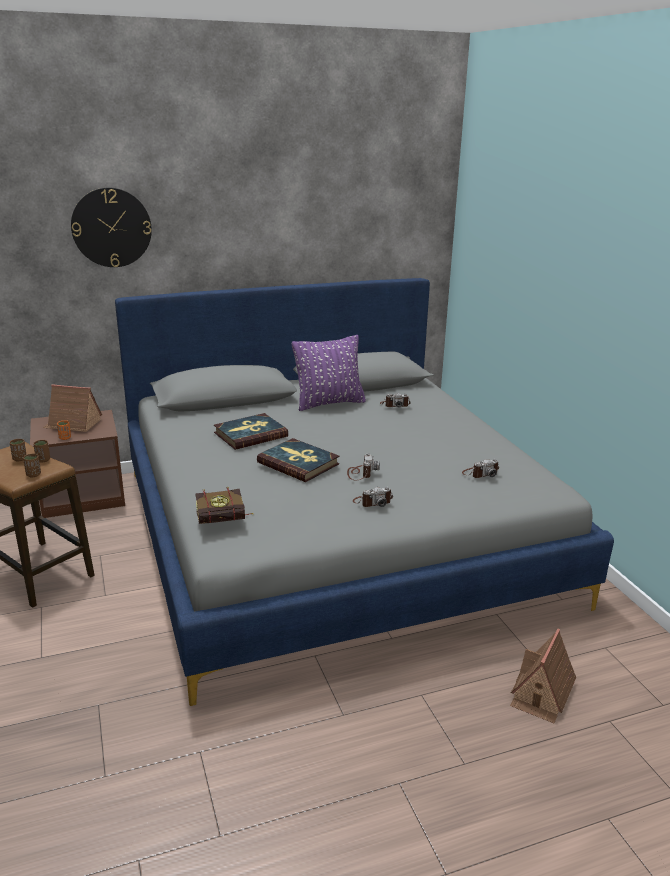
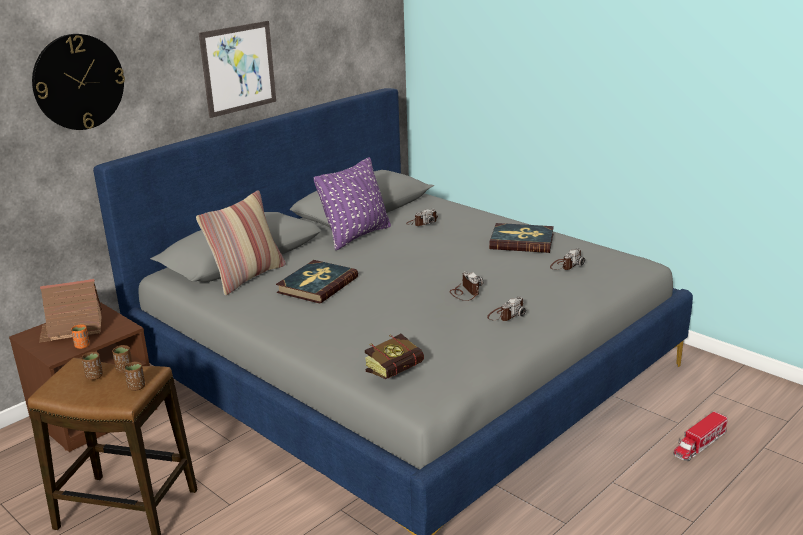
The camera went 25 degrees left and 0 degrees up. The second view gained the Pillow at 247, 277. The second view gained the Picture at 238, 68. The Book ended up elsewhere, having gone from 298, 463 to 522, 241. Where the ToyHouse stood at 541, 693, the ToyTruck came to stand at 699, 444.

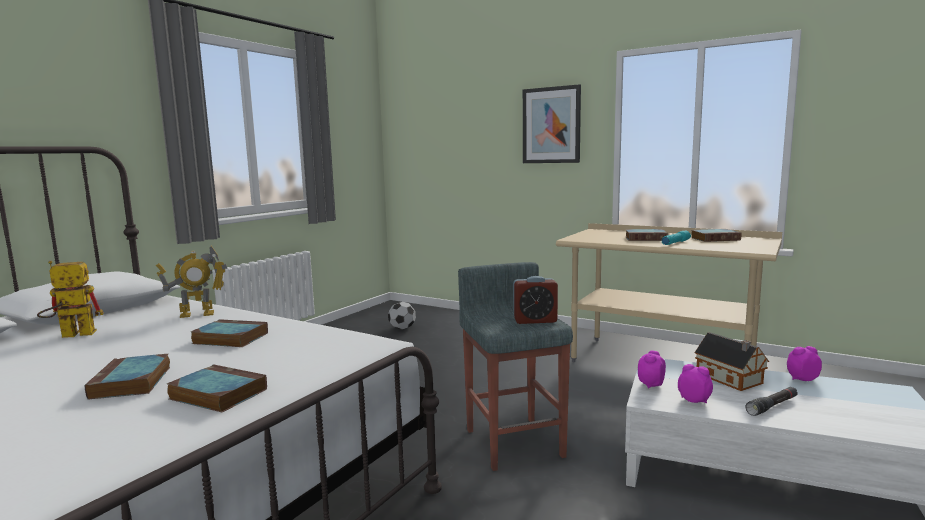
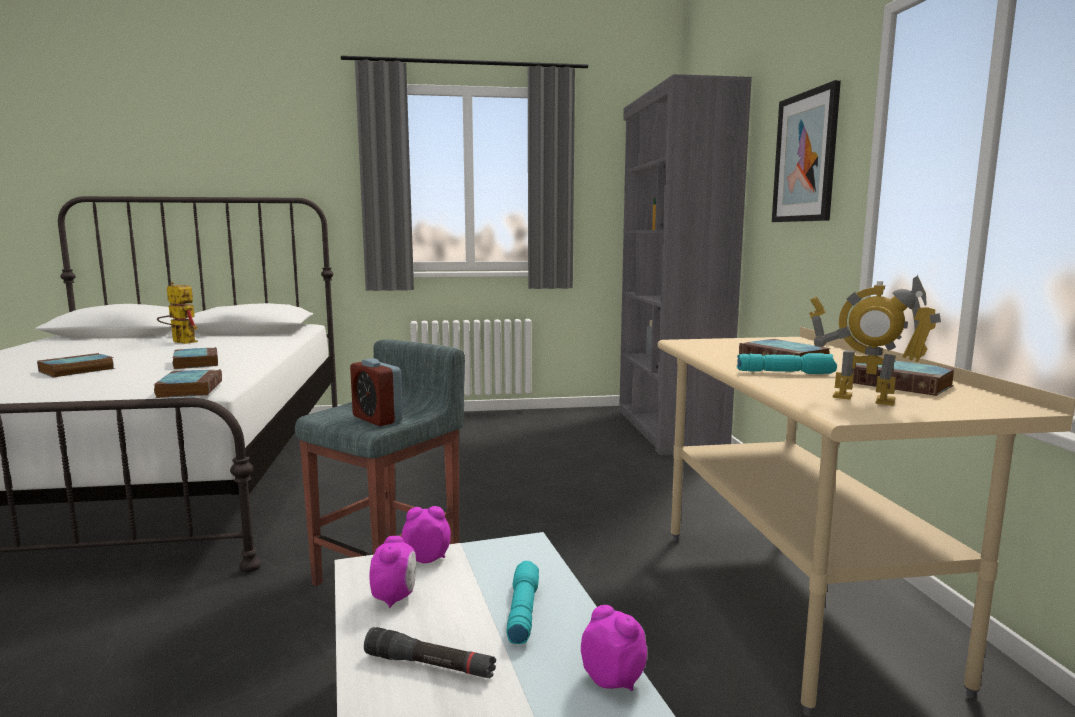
The camera went 50 degrees right and 0 degrees up. The Book ended up elsewhere, having gone from 216, 394 to 190, 389. Where the ToyHouse stood at 730, 379, the TurquoiseFlashlight came to stand at 522, 611. The second view gained the GreyBookcase at 668, 429. The ToyRobot ended up elsewhere, having gone from 197, 314 to 864, 398. The second view lost the Football at 402, 328.

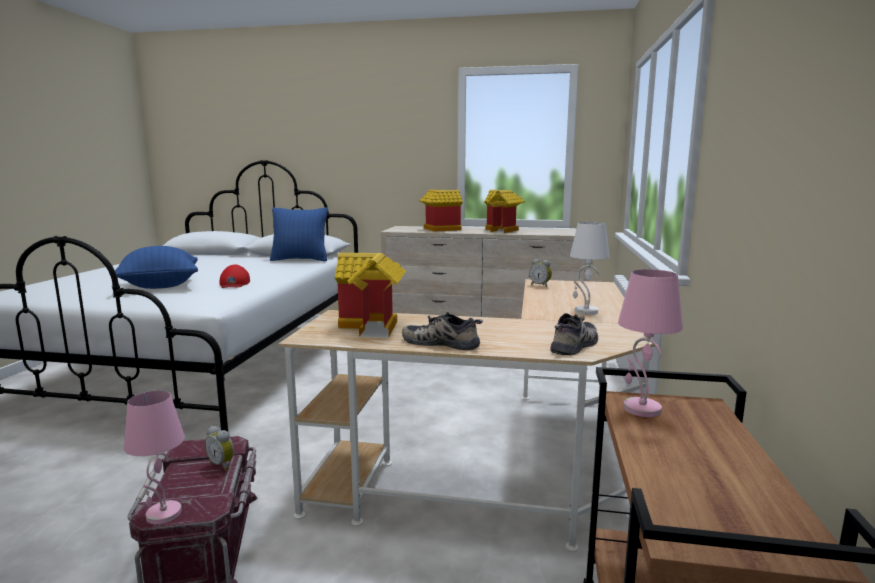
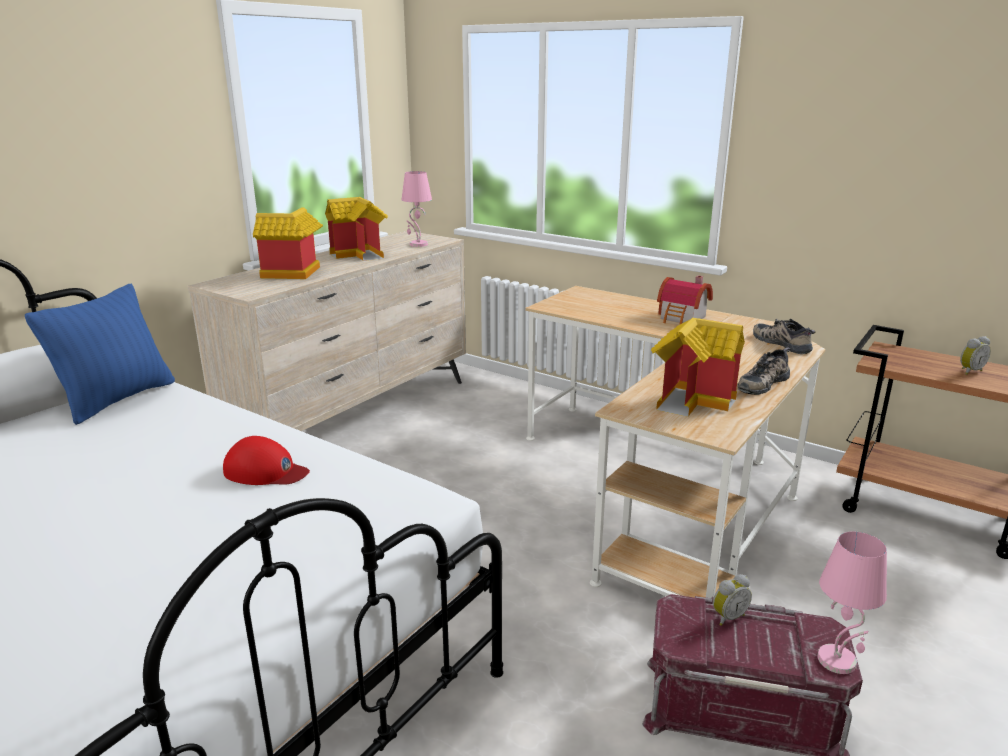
The camera went 65 degrees left and 10 degrees up. The PinkTableLamp ended up elsewhere, having gone from 640, 409 to 418, 244. Where the WhiteTableLamp stood at 585, 311, the ToyHouse came to stand at 683, 318. The AlarmClock ended up elsewhere, having gone from 540, 285 to 969, 371. The second view lost the BluePillow at 160, 286.

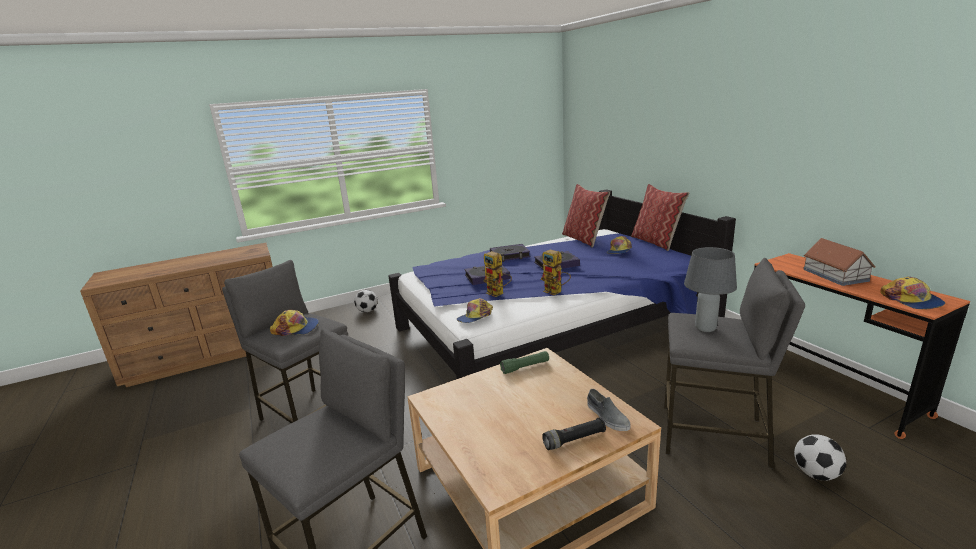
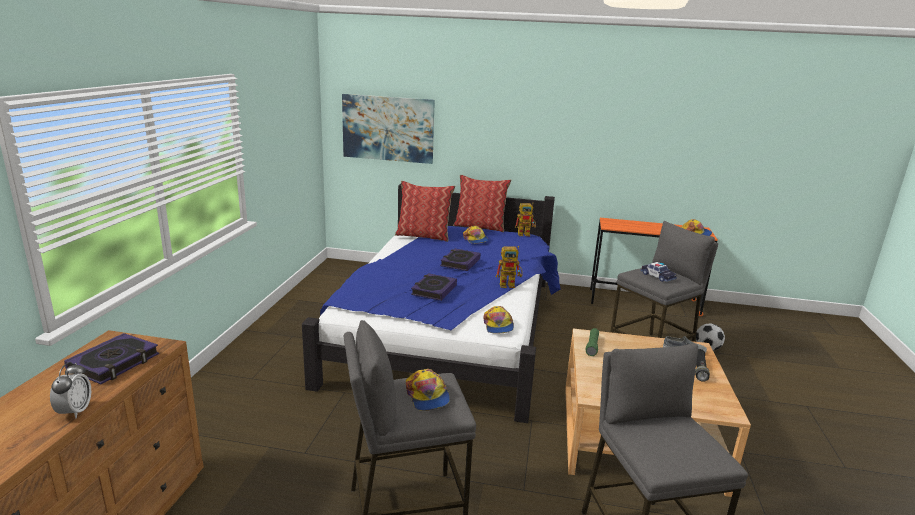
The camera went 55 degrees left and 0 degrees up. The second view gained the AlarmClock at 75, 411. The Book ended up elsewhere, having gone from 509, 256 to 114, 363. The second view gained the Picture at 388, 128. The Cap at 296, 328 ended up facing another way, 120 degrees clockwise from before. The ToyRobot ended up elsewhere, having gone from 498, 294 to 526, 234. Where the GreyTableLamp stood at 706, 328, the ToyCar came to stand at 657, 276. The second view lost the Football at 367, 311. The second view lost the ToyHouse at 835, 275.

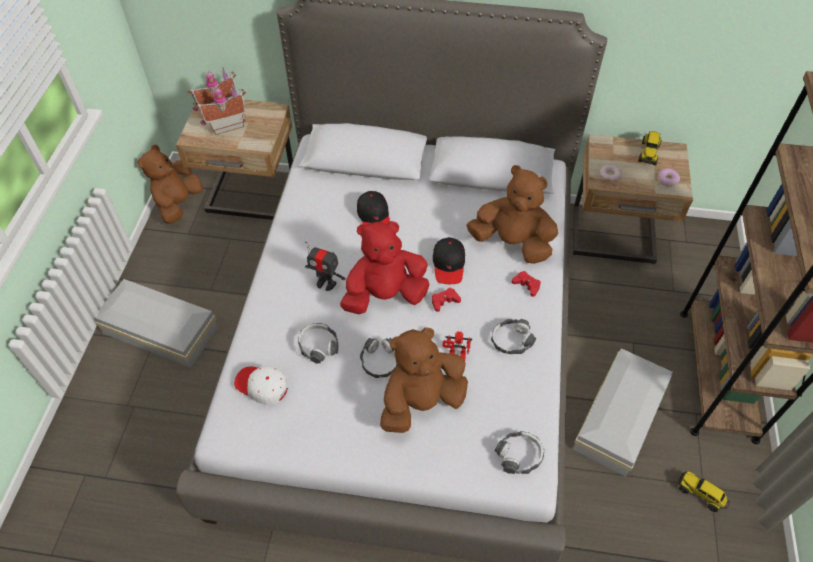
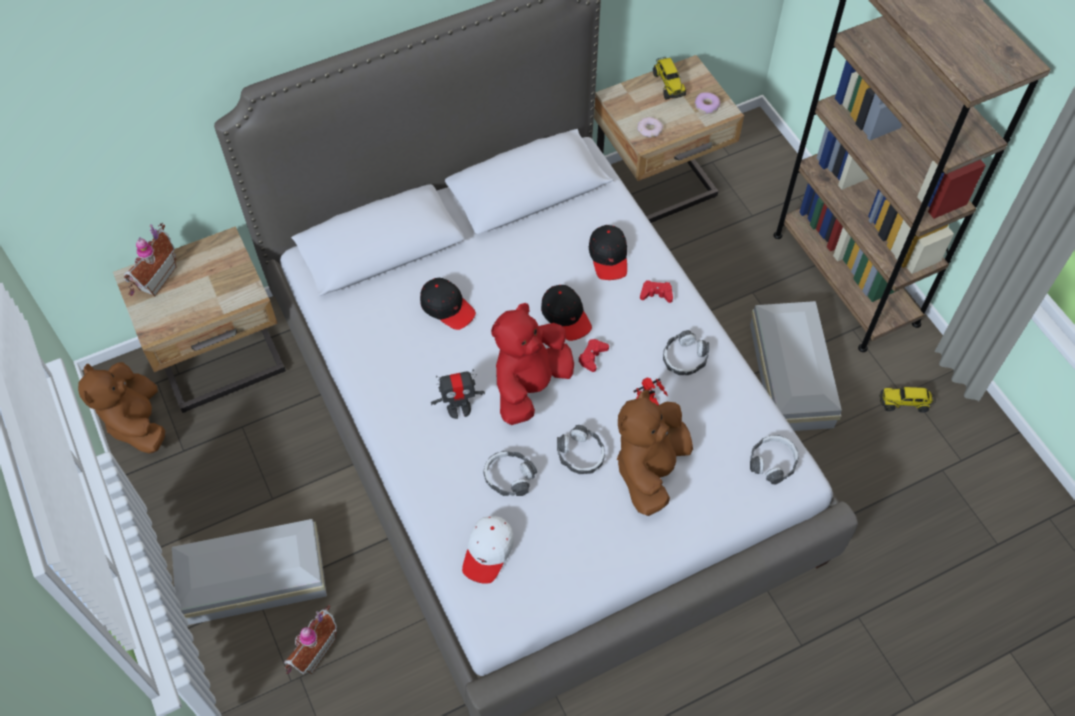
The camera went 35 degrees left and 5 degrees up. The ToyHouse ended up elsewhere, having gone from 226, 125 to 312, 650. The WhiteCap at 262, 386 ended up facing another way, 60 degrees counterclockwise from before. Where the BrownPlushToy stood at 512, 243, the BlackCap came to stand at 609, 257.

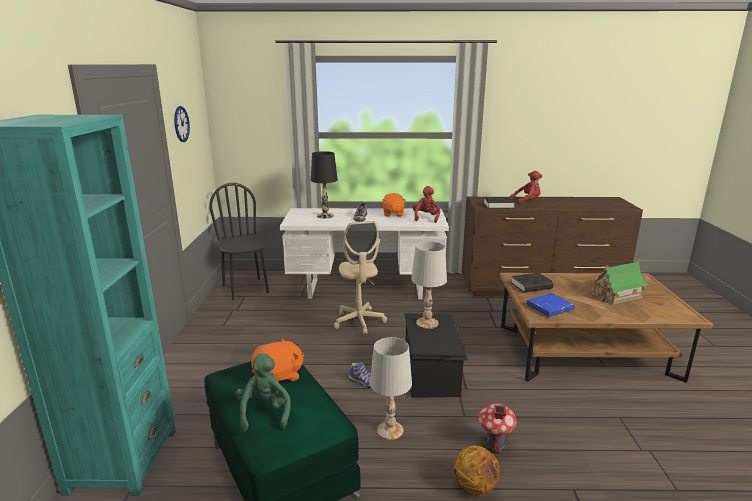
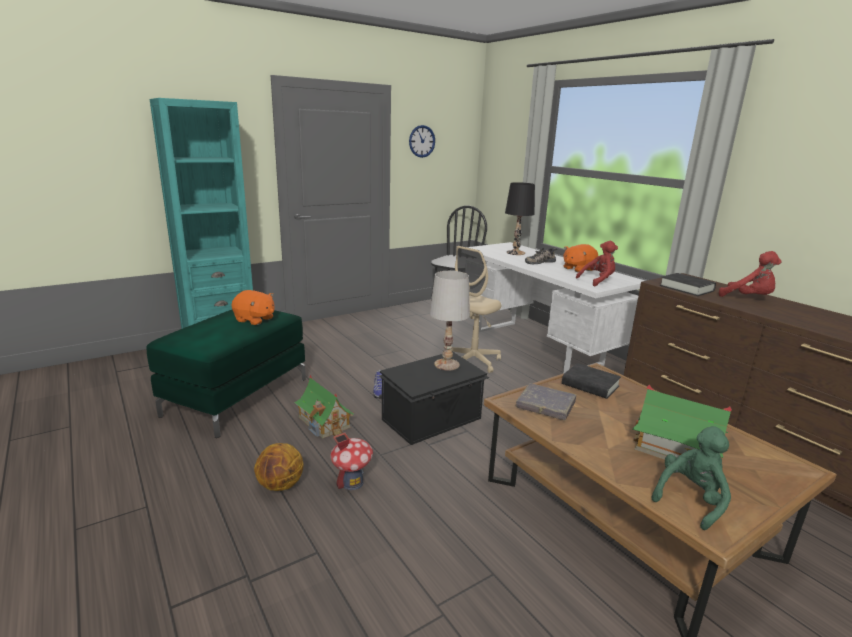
The camera went 55 degrees right and 0 degrees up. Where the WhiteTableLamp stood at 389, 430, the ToyHouse came to stand at 324, 422. What was the BlueBook at 549, 307 turned into the GreyBook at 545, 405. The GreenPlushToy ended up elsewhere, having gone from 264, 413 to 690, 500.

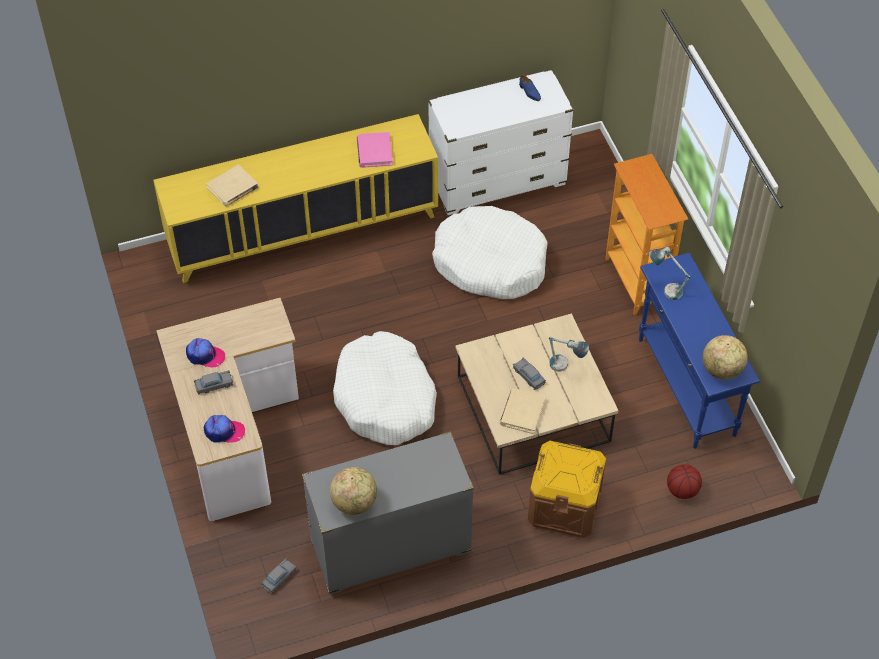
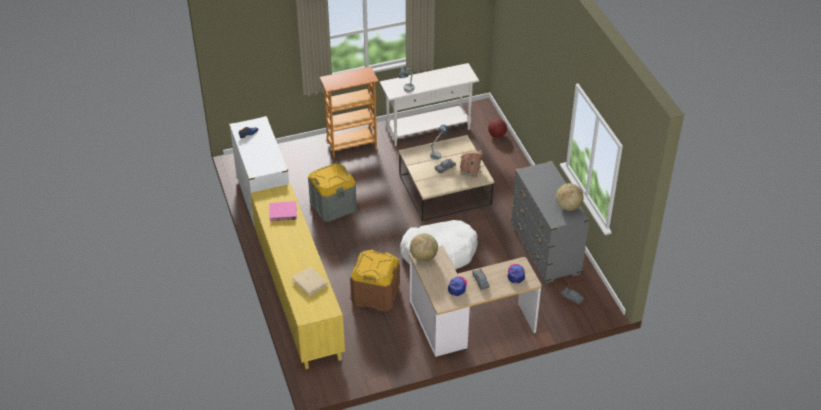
The camera went 90 degrees left and 10 degrees down. Where the WhiteDogBed stood at 490, 262, the GreyStorageBox came to stand at 333, 206. The BrownStorageBox ended up elsewhere, having gone from 564, 505 to 375, 294. What was the BlueConsoleTable at 686, 387 turned into the WhiteConsoleTable at 428, 130. The Globe ended up elsewhere, having gone from 722, 370 to 423, 257. Where the BeigeBook stood at 522, 412, the ToyHouse came to stand at 470, 171.

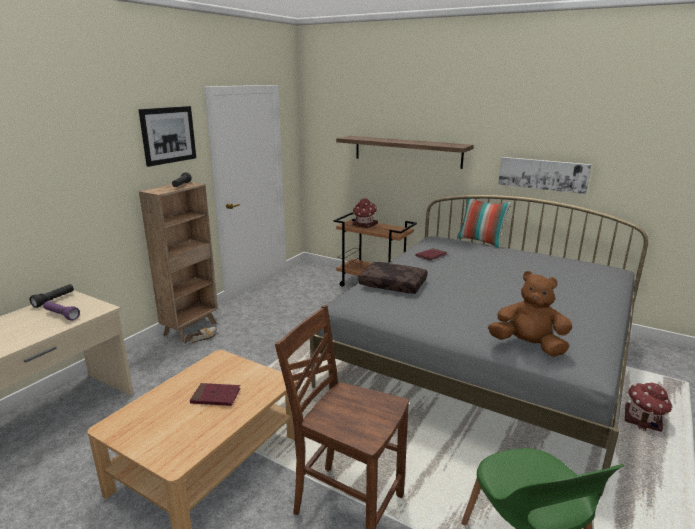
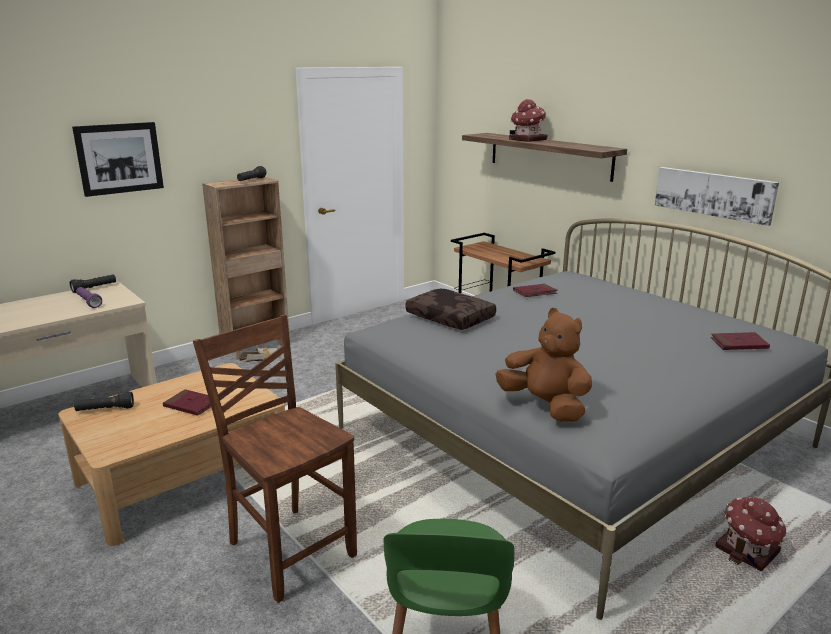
The camera went 20 degrees right and 0 degrees up. The Picture ended up elsewhere, having gone from 168, 135 to 119, 158. The second view gained the BlackFlashlight at 105, 410. The ToyHouse ended up elsewhere, having gone from 364, 225 to 527, 140. The second view gained the RedBook at 739, 344. The second view lost the Pillow at 480, 241.

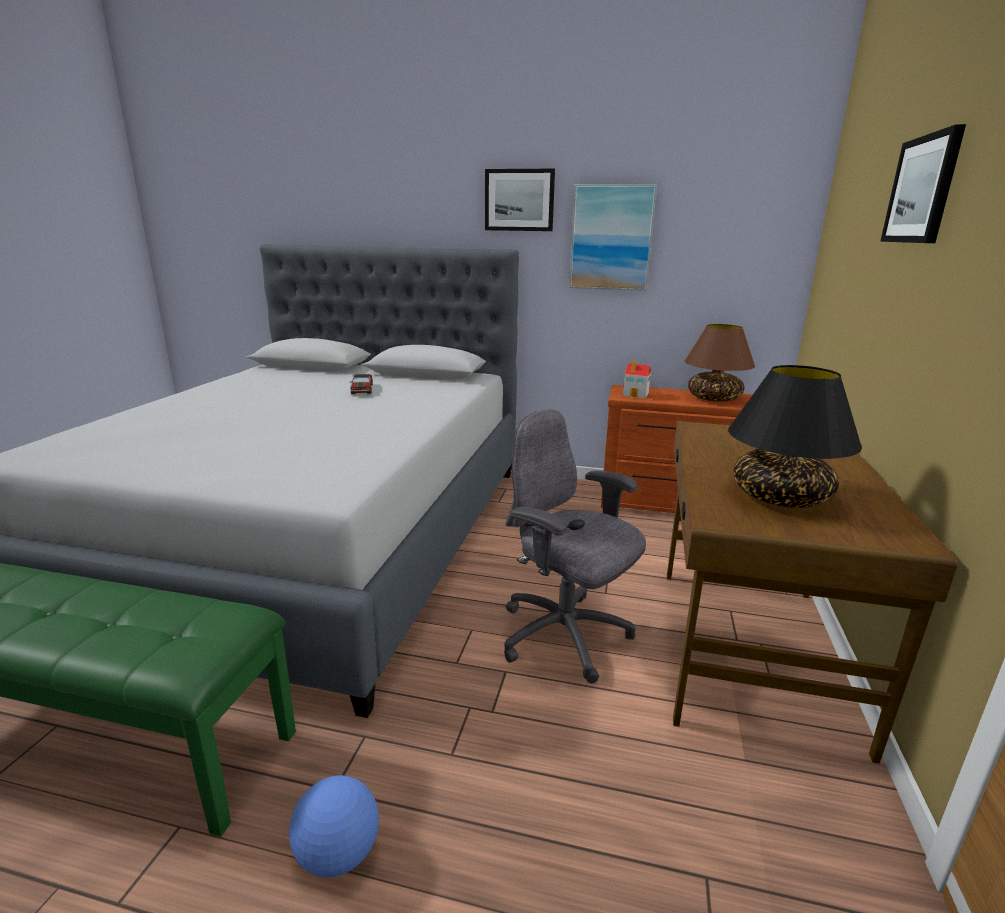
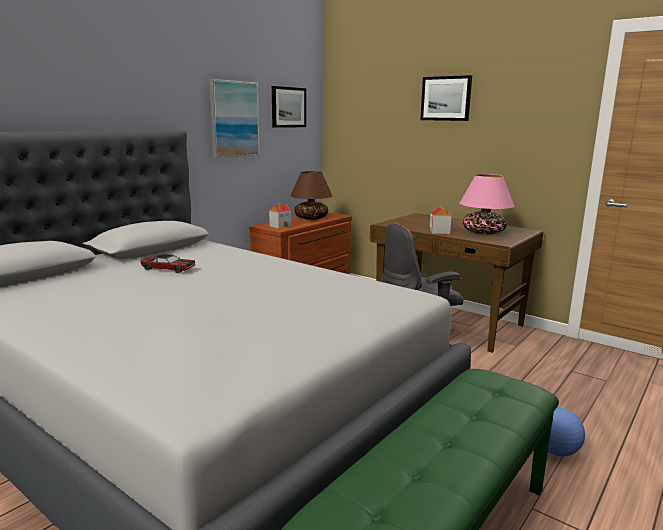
The camera went 65 degrees left and 5 degrees down. The Picture ended up elsewhere, having gone from 519, 200 to 288, 107. The second view gained the ToyHouse at 439, 231. What was the BlackTableLamp at 780, 497 turned into the PinkTableLamp at 484, 232.

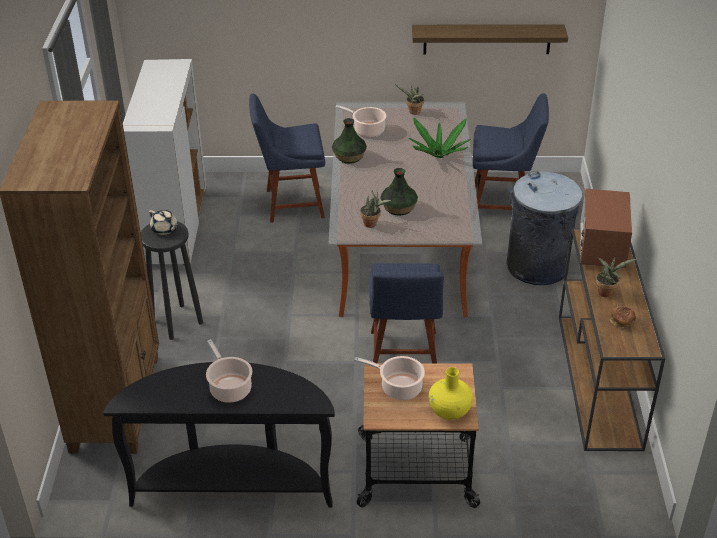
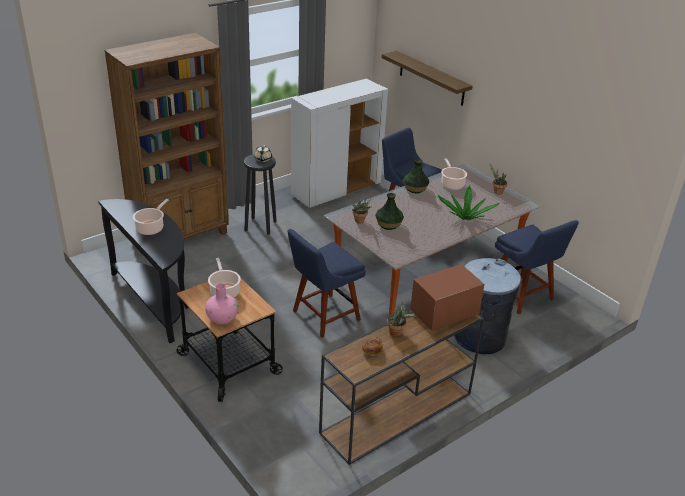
The camera went 50 degrees right and 5 degrees down. What was the YellowVase at 449, 411 turned into the PinkVase at 222, 318. The Shelf ended up elsewhere, having gone from 487, 39 to 431, 78.

